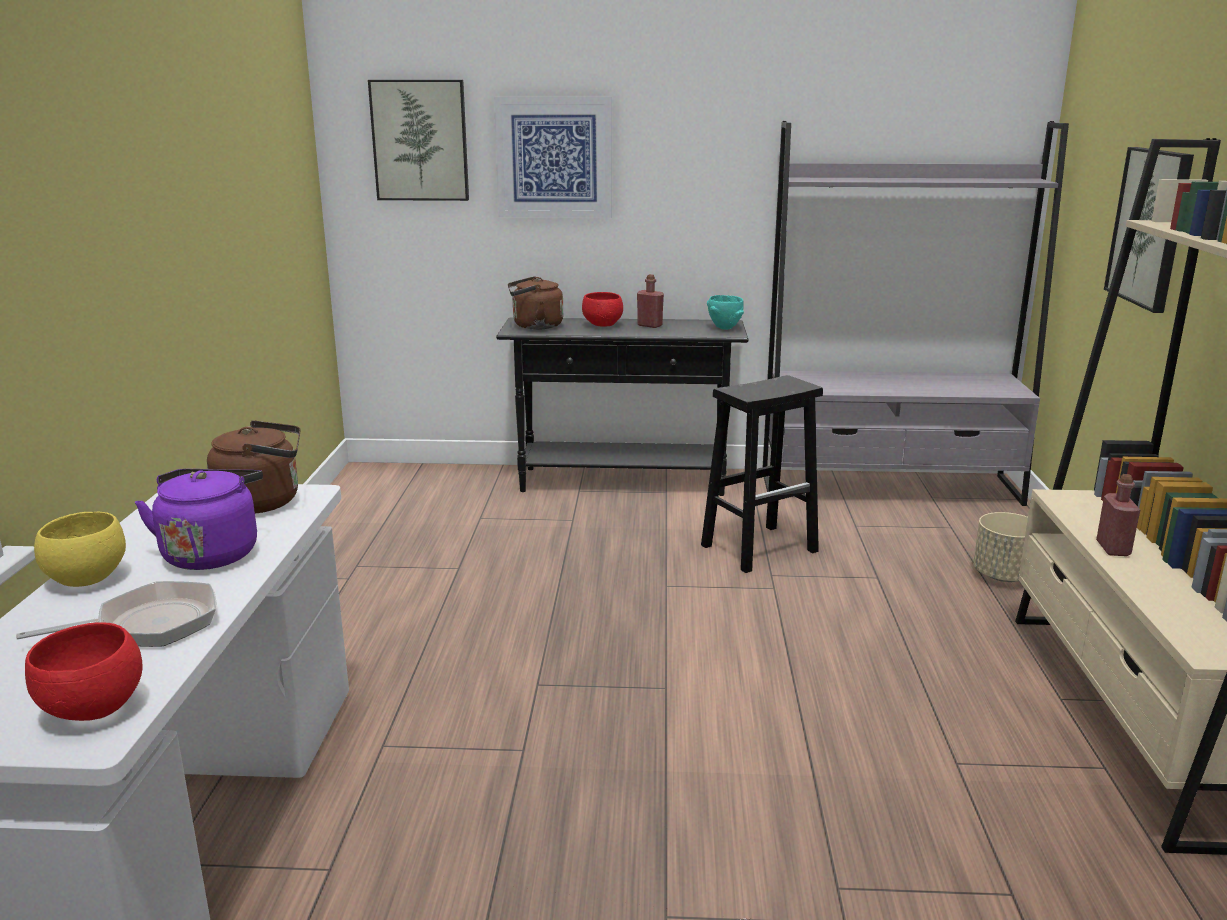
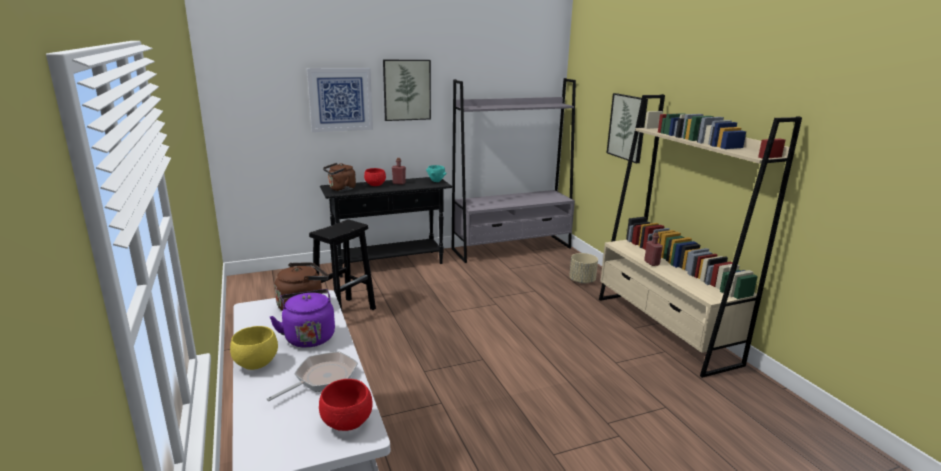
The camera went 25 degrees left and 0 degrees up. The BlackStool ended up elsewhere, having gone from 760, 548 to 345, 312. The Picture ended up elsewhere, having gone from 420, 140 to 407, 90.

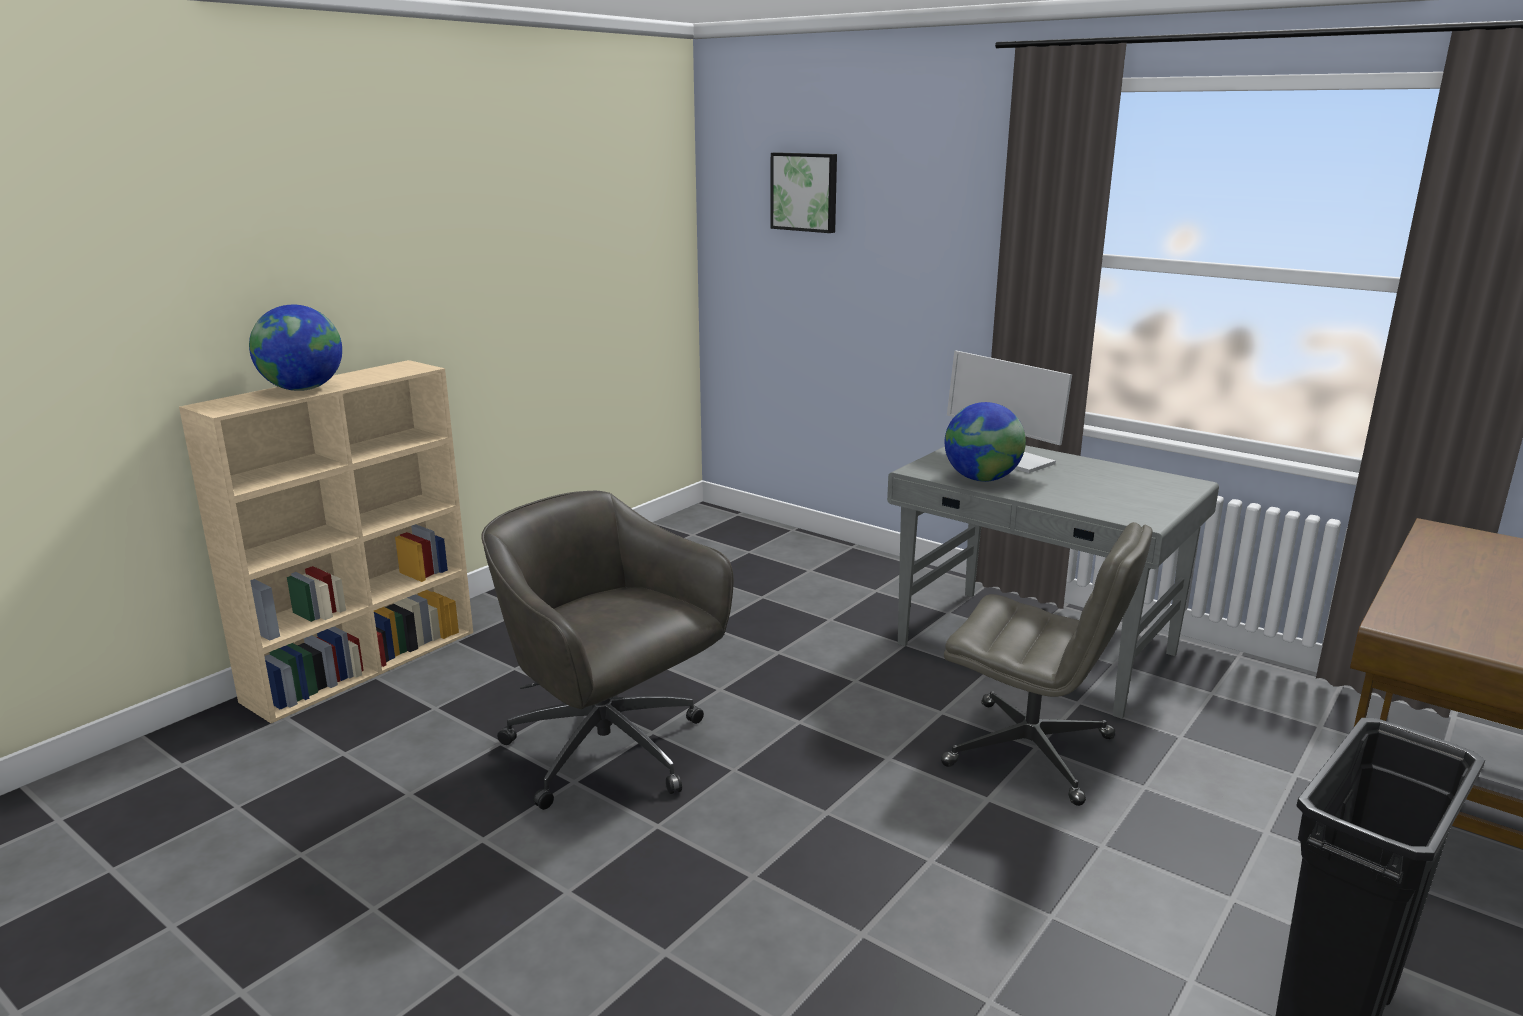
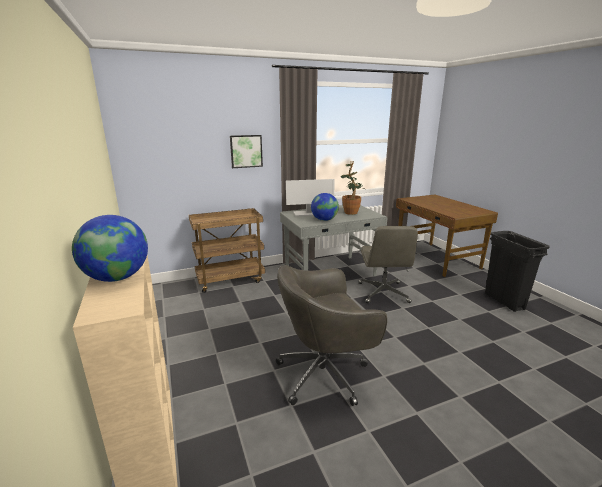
The camera went 60 degrees left and 0 degrees up. The second view gained the BrownCart at 230, 280. The Picture ended up elsewhere, having gone from 805, 192 to 246, 151. The second view gained the PottedPlant at 351, 212. The GreyOfficeChair at 1032, 752 ended up facing another way, 120 degrees clockwise from before.

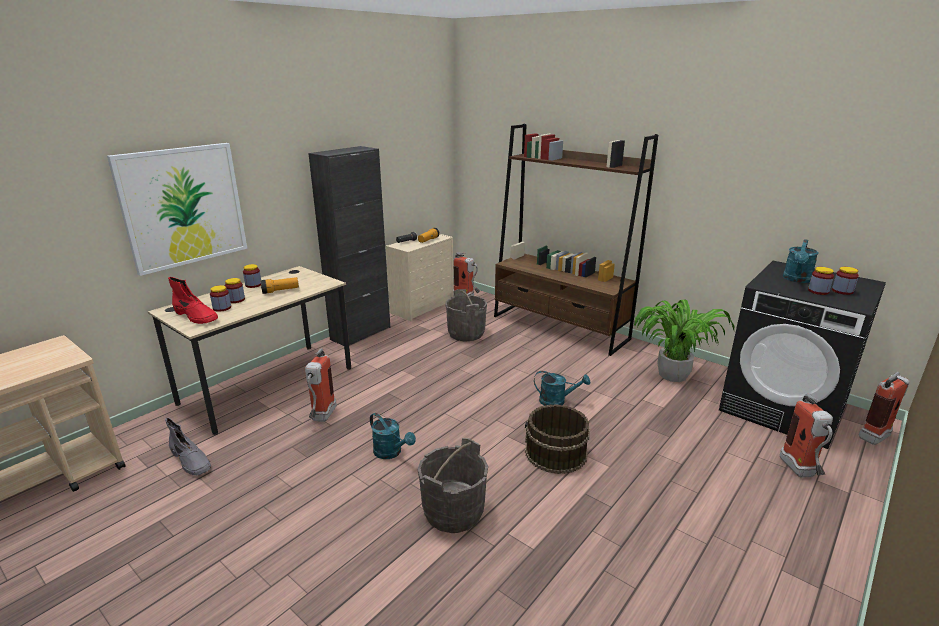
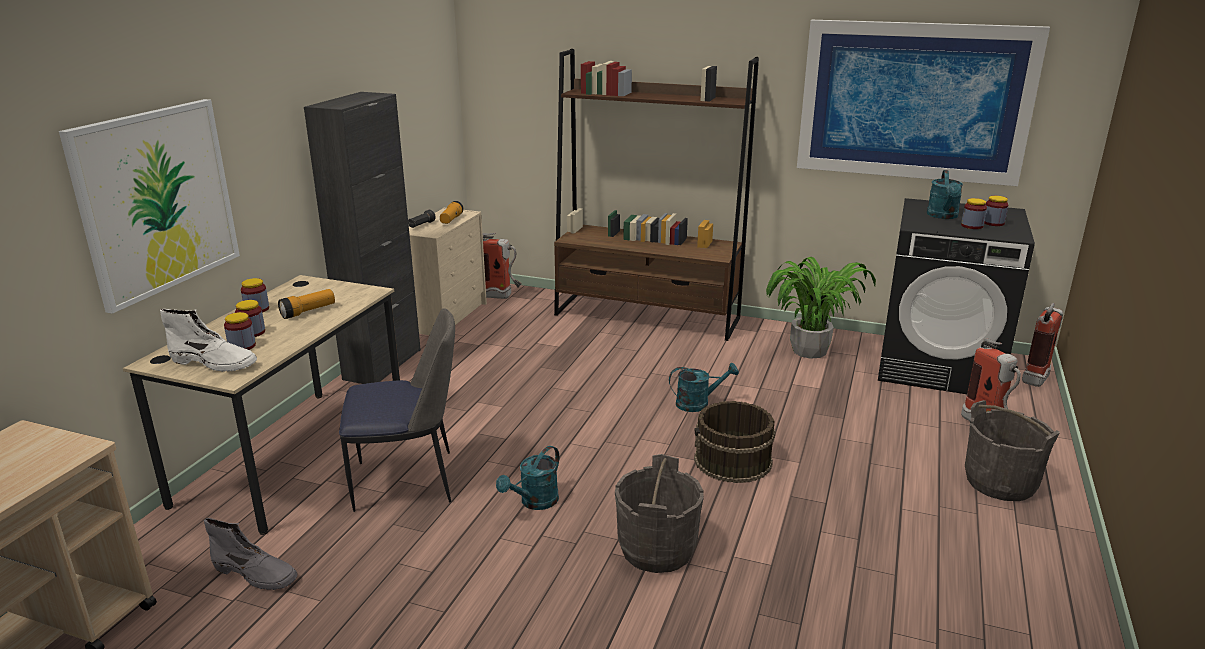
The camera went 20 degrees left and 0 degrees up. What was the RedBoot at 196, 316 turned into the WhiteBoot at 215, 363. Where the FireExtinguisher stood at 321, 418, the Chair came to stand at 408, 481. The TurquoiseWateringCan at 391, 453 ended up facing another way, 105 degrees clockwise from before. The second view gained the Picture at 914, 101. The GreyBucket ended up elsewhere, having gone from 466, 333 to 1000, 482.

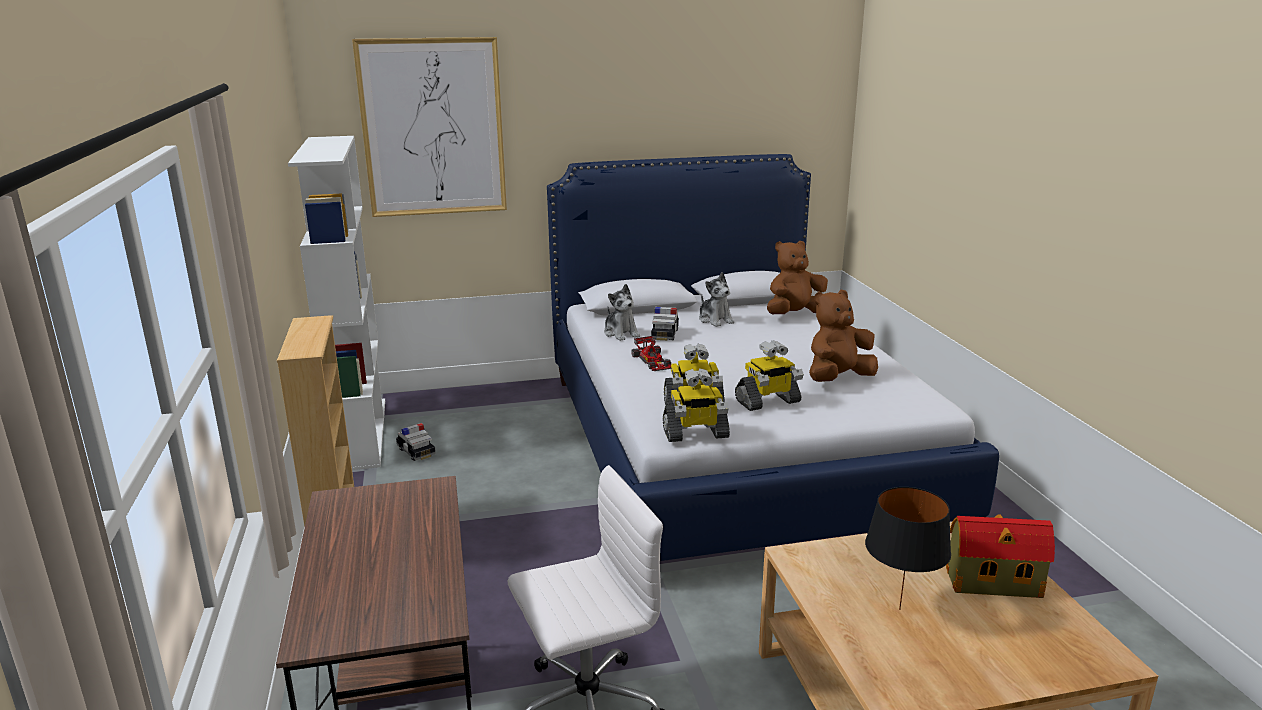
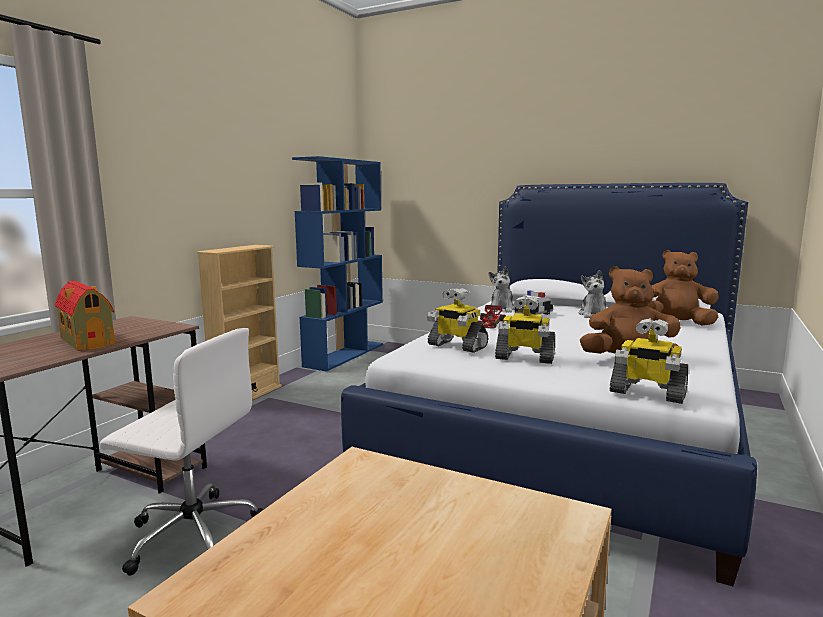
The camera went 40 degrees right and 10 degrees down. The ToyHouse ended up elsewhere, having gone from 991, 582 to 87, 341. What was the WhiteBookcase at 360, 433 turned into the BlueBookcase at 345, 355. The ToyRobot ended up elsewhere, having gone from 695, 434 to 647, 393. The second view lost the Picture at 433, 128. The second view lost the ToyCar at 416, 451. The second view lost the BlackTableLamp at 899, 610.

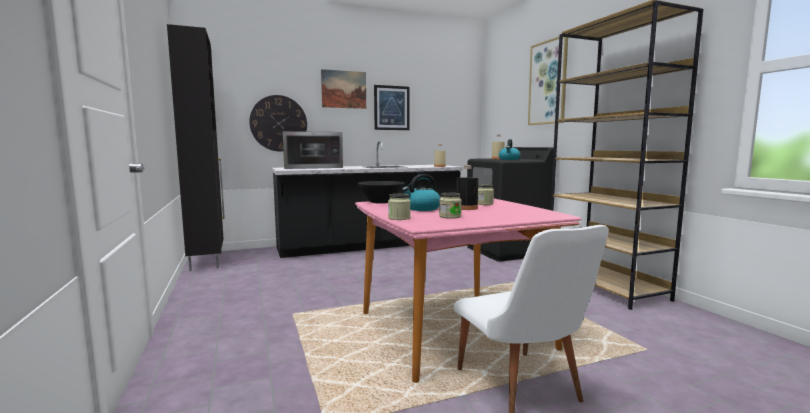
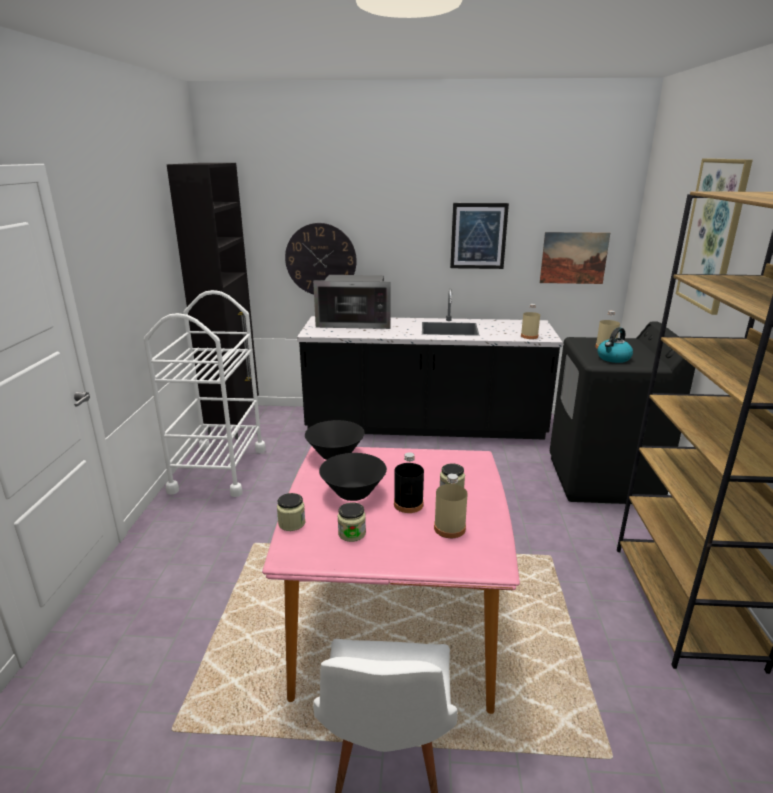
The camera went 25 degrees right and 15 degrees up. The second view gained the WhiteCart at 219, 470. Where the Kettle stood at 422, 209, the BlackBowl came to stand at 353, 493. The second view gained the BeigeBottle at 449, 528. The Picture ended up elsewhere, having gone from 344, 89 to 574, 258.

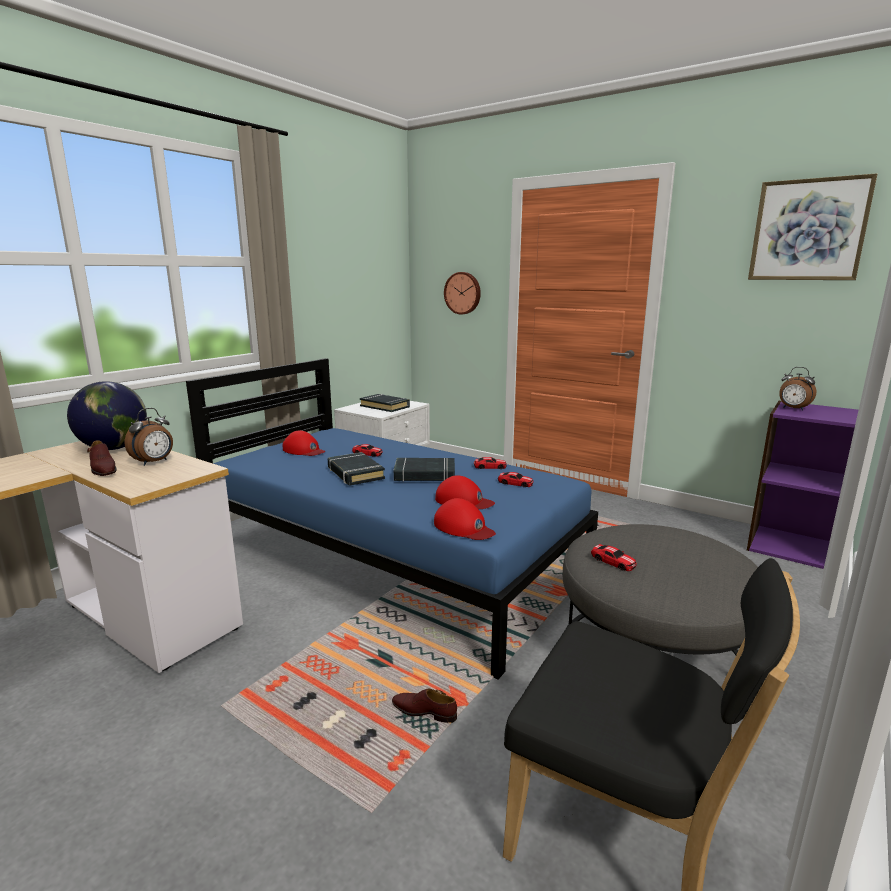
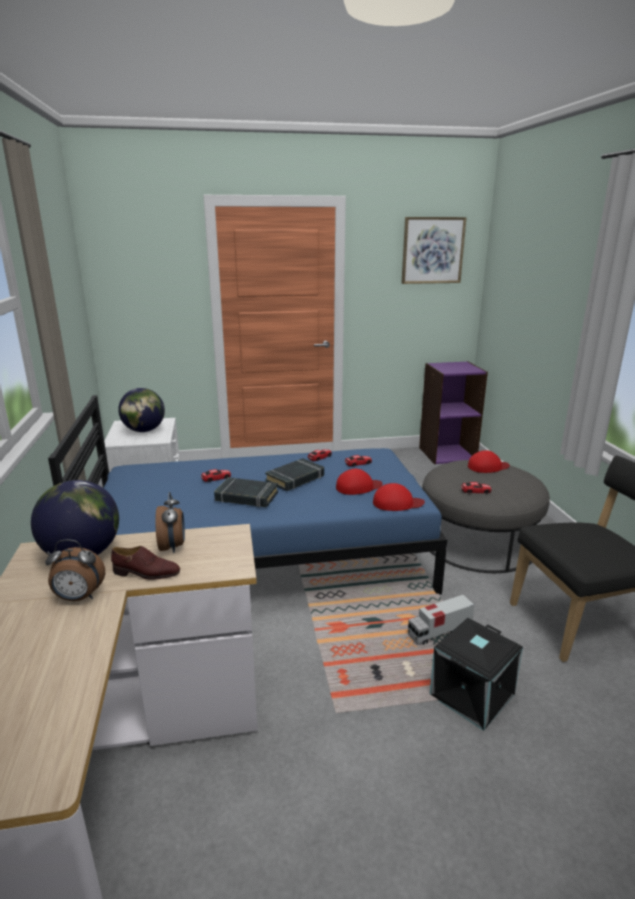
The camera went 45 degrees left and 5 degrees up. The AlarmClock ended up elsewhere, having gone from 793, 409 to 79, 598. Where the BlackBook stood at 385, 406, the Globe came to stand at 144, 430. Where the BrownShoe stood at 424, 711, the ToyTruck came to stand at 439, 632. The second view gained the BlackStorageBox at 473, 696. The RedCap ended up elsewhere, having gone from 304, 450 to 487, 467. The second view lost the WallClock at 463, 293.

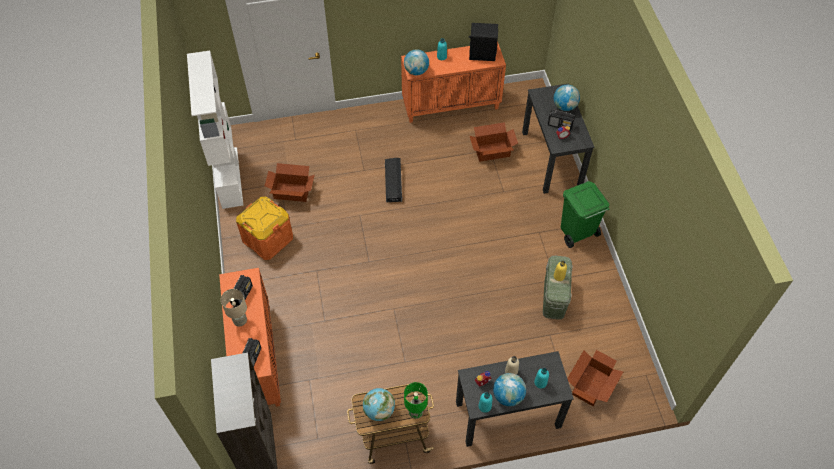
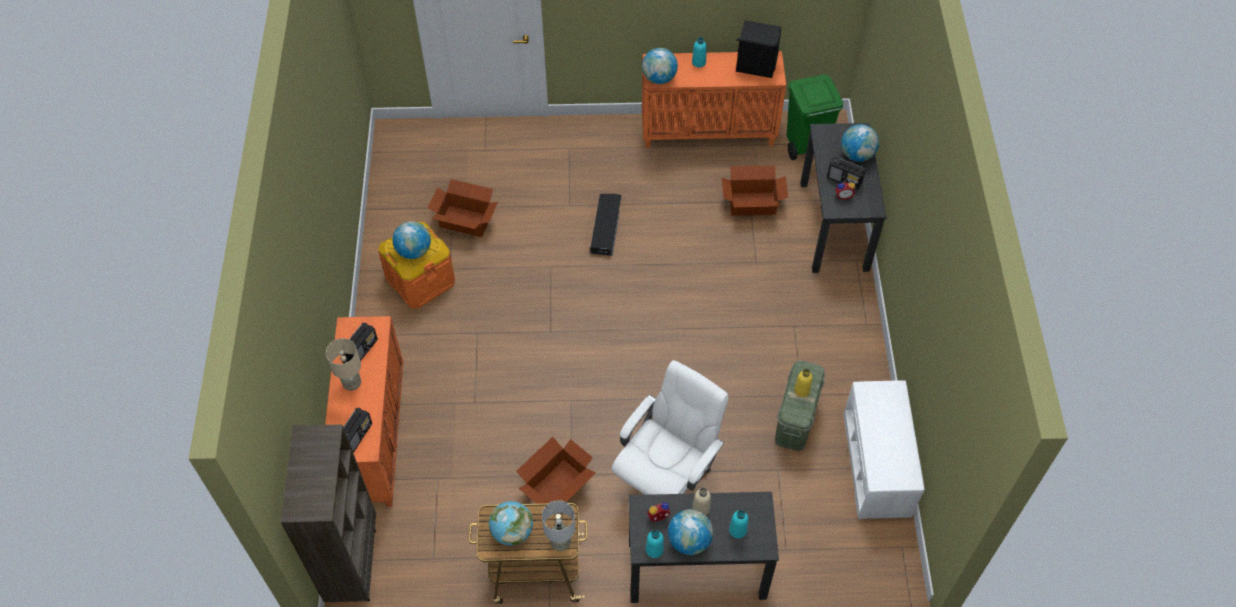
The camera went 10 degrees right and 0 degrees up. The second view gained the Globe at 414, 251. The CardboardBox ended up elsewhere, having gone from 591, 385 to 558, 486. What was the GreenTableLamp at 415, 412 turned into the GreyTableLamp at 560, 542. The second view gained the WhiteOfficeChair at 666, 481. The GreenTrashCan ended up elsewhere, having gone from 576, 233 to 806, 145. The second view gained the WhiteBench at 877, 465. The second view lost the WhiteBookcase at 229, 177.

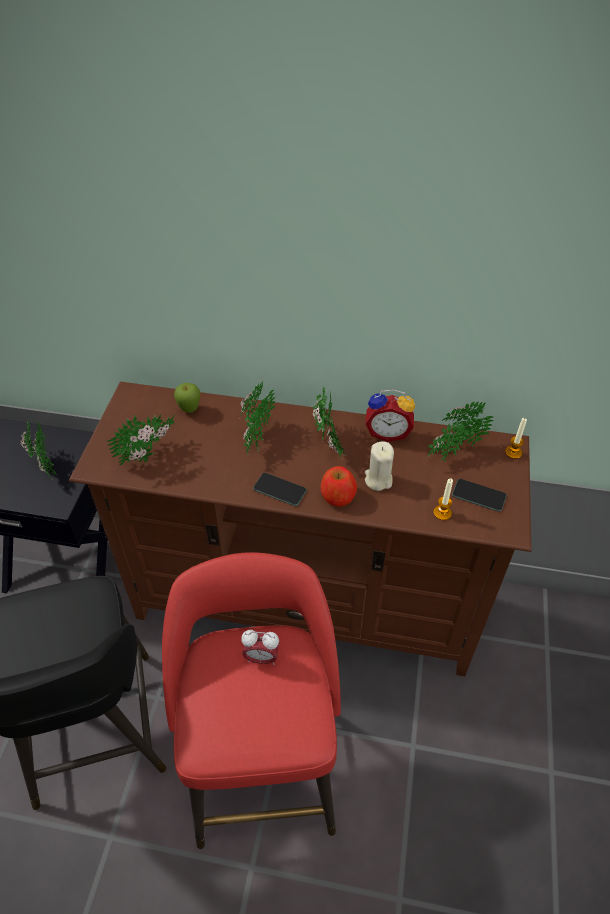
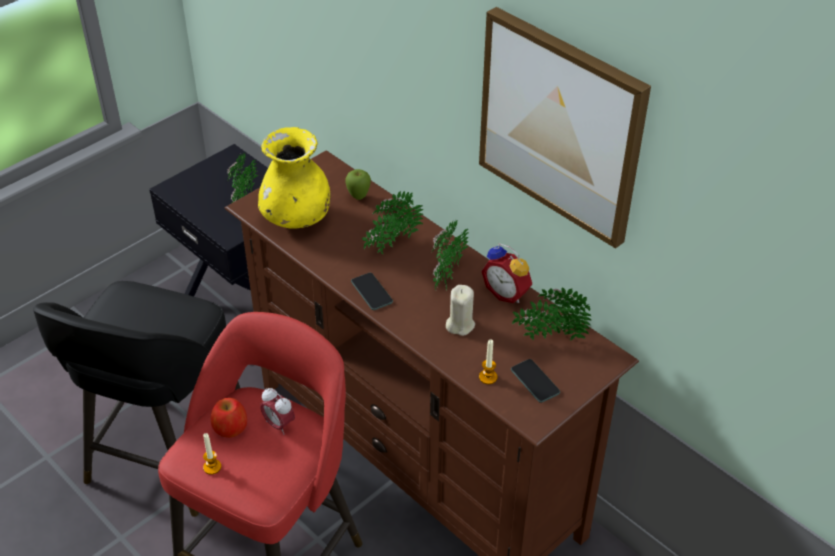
The camera went 35 degrees right and 5 degrees down. The Candle ended up elsewhere, having gone from 513, 452 to 212, 467. The Apple ended up elsewhere, having gone from 338, 495 to 230, 427. Where the PottedPlant stood at 149, 456, the YellowVase came to stand at 296, 218. The second view gained the Picture at 561, 126.

